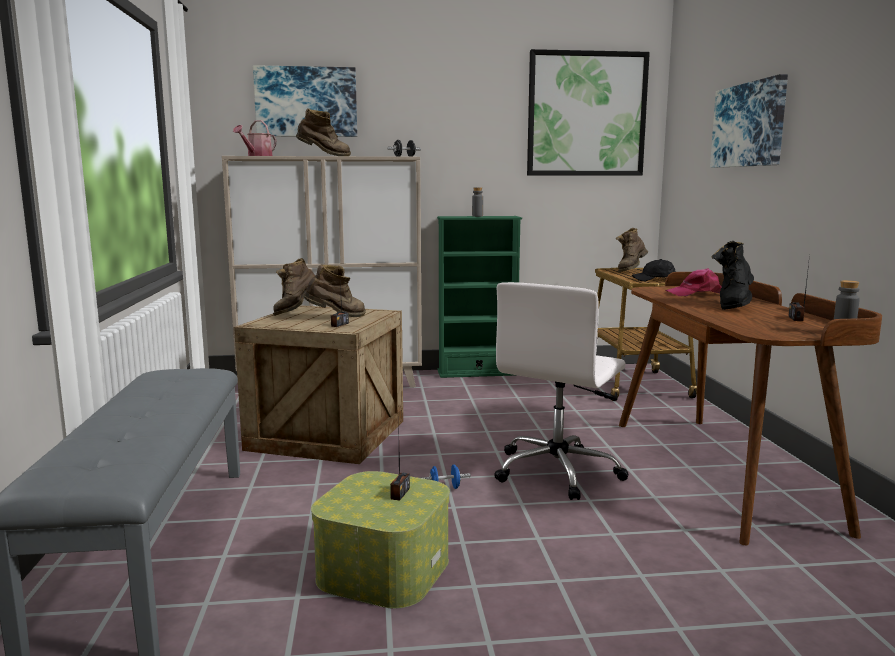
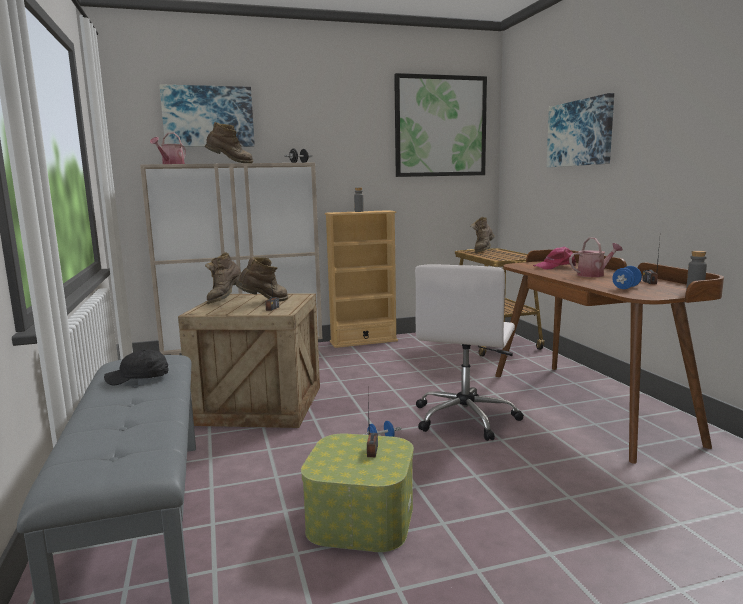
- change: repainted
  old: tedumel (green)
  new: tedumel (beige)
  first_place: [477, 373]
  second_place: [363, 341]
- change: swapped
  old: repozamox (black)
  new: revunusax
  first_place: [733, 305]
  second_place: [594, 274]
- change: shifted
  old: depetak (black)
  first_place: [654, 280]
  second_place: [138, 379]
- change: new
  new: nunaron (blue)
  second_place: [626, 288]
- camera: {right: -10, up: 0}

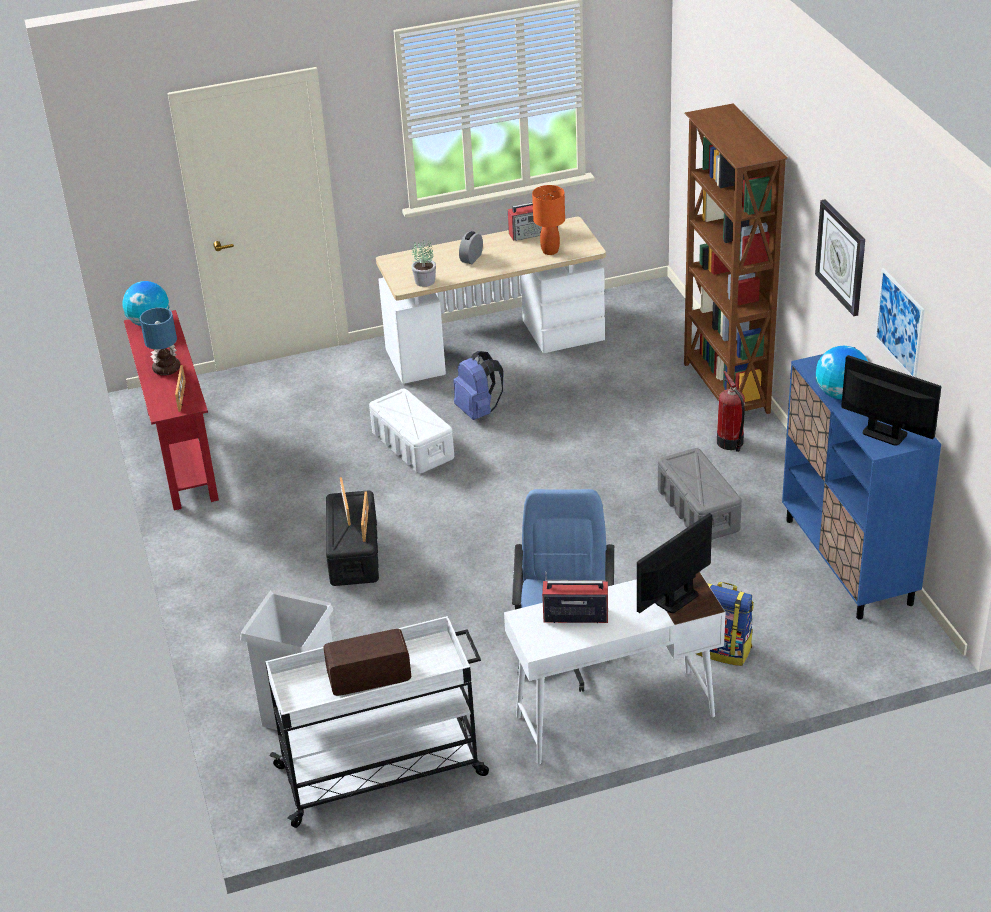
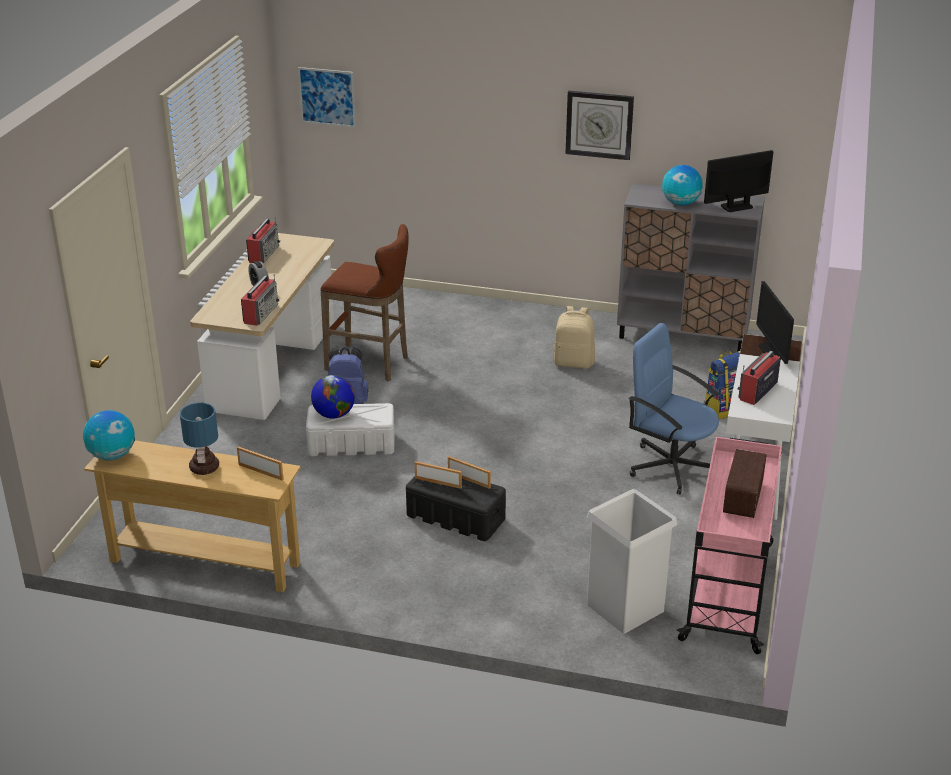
- change: gone
  old: tedumel (brown)
  first_place: [725, 389]
- change: gone
  old: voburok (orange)
  first_place: [550, 251]
- change: swapped
  old: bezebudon
  new: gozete
  first_place: [425, 281]
  second_place: [261, 313]
- change: shifted
  old: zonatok
  first_place: [899, 323]
  second_place: [327, 97]
- change: repainted
  old: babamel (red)
  new: babamel (beige)
  first_place: [181, 454]
  second_place: [204, 563]
- change: repainted
  old: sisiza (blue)
  new: sisiza (grey)
  first_place: [848, 561]
  second_place: [683, 335]
- change: gone
  old: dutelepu
  first_place: [731, 443]
- change: swapped
  old: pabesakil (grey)
  new: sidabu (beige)
  first_place: [698, 510]
  second_place: [574, 363]
- change: repainted
  old: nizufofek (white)
  new: nizufofek (pink)
  first_place: [383, 770]
  second_place: [728, 589]
- change: new
  new: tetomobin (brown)
  second_place: [371, 364]
- change: new
  new: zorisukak
  second_place: [334, 414]
- camera: {right: -60, up: -5}

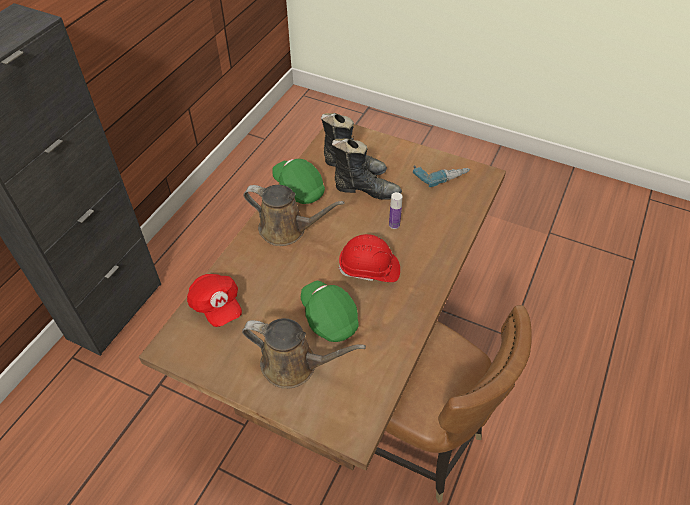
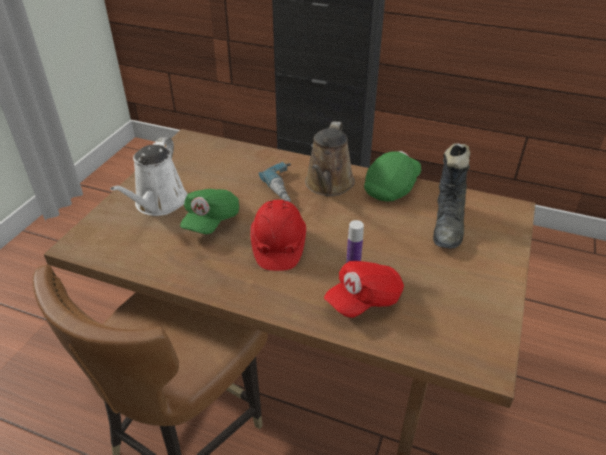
- change: gone
  old: repozamox (black)
  first_place: [366, 190]
- change: shifted
  old: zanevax
  first_place: [440, 175]
  second_place: [286, 188]
- change: shifted
  old: depetak (red)
  first_place: [217, 306]
  second_place: [364, 299]
- change: rotated
  old: depetak (green)
  first_place: [329, 318]
  second_place: [211, 221]
  degrees: 150
- change: repainted
  old: revunusax (brown)
  new: revunusax (white)
  first_place: [294, 365]
  second_place: [159, 203]
- camera: {right: 85, up: -10}

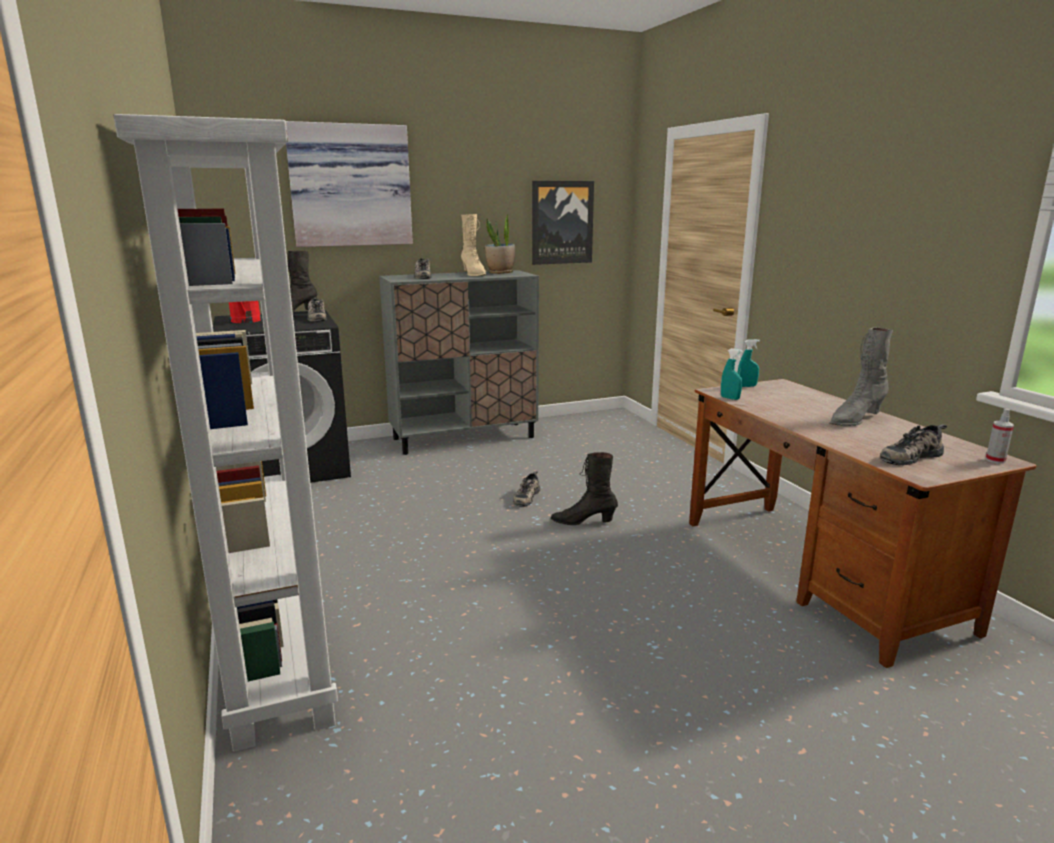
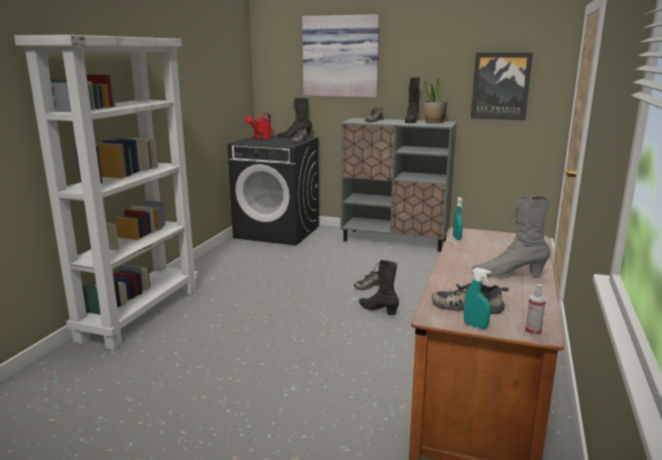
- change: repainted
  old: repozamox (beige)
  new: repozamox (black)
  first_place: [473, 274]
  second_place: [411, 122]
- change: shifted
  old: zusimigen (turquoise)
  first_place: [746, 386]
  second_place: [475, 325]
- camera: {right: 40, up: 0}

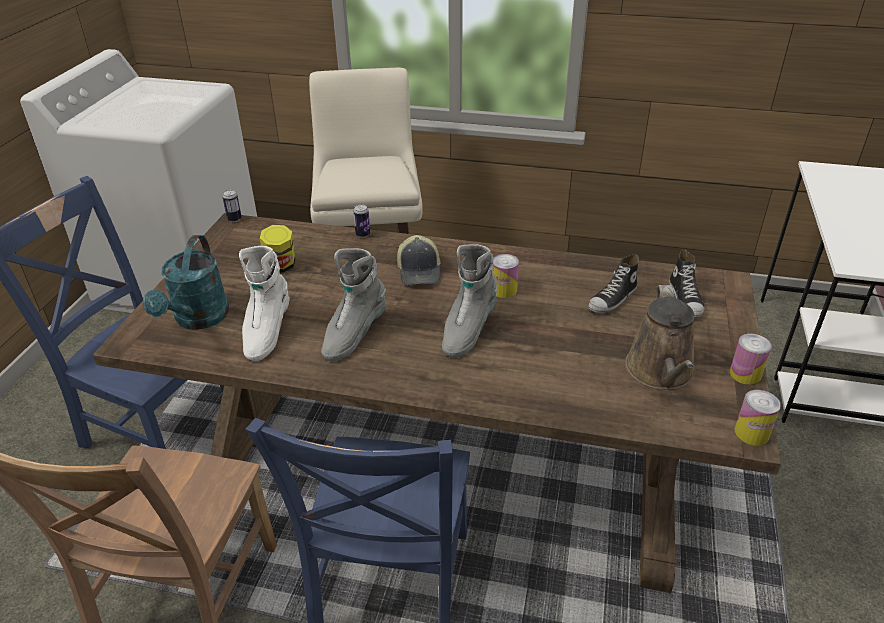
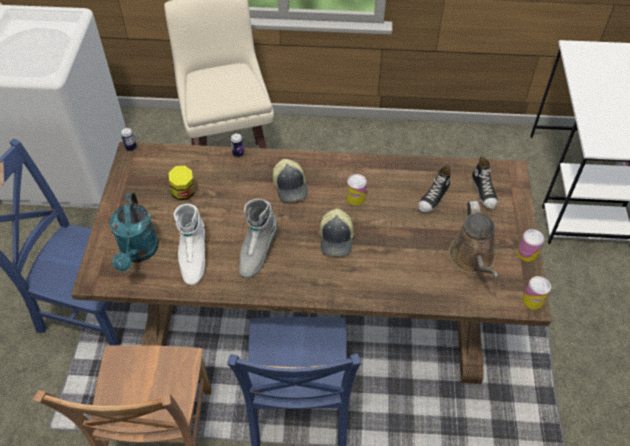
- change: swapped
  old: repozamox (grey)
  new: depetak
  first_place: [467, 331]
  second_place: [337, 239]
- camera: {right: -10, up: 15}

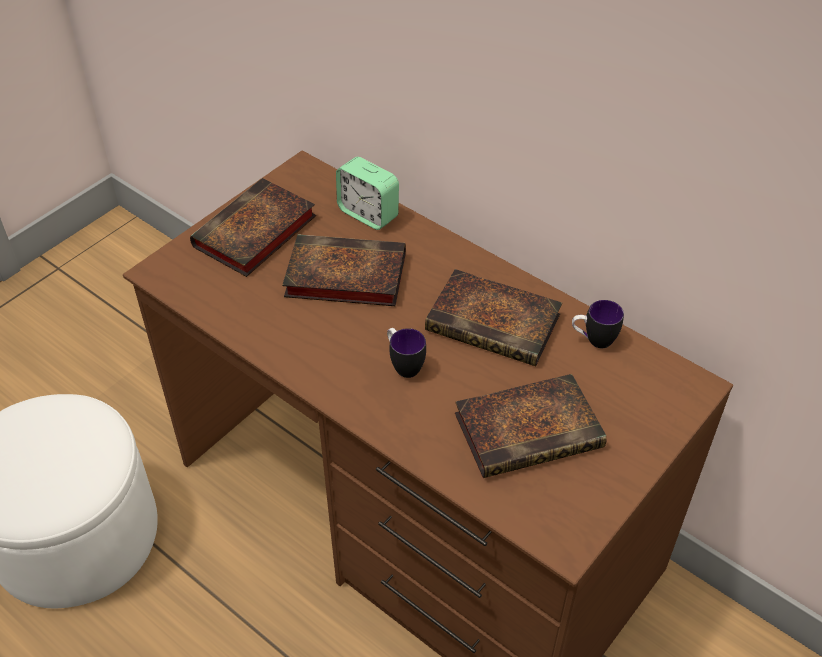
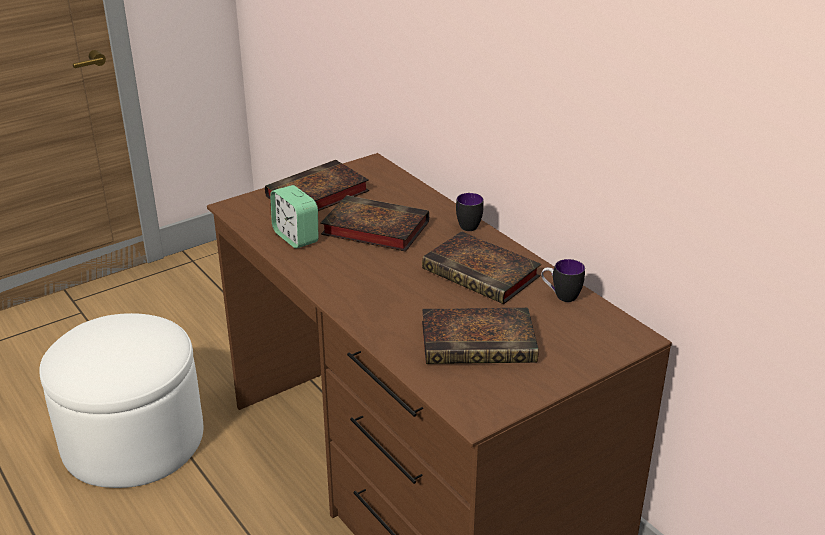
- change: shifted
  old: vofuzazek
  first_place: [368, 214]
  second_place: [296, 237]
- change: shifted
  old: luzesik
  first_place: [403, 365]
  second_place: [466, 224]
- camera: {right: 15, up: -15}

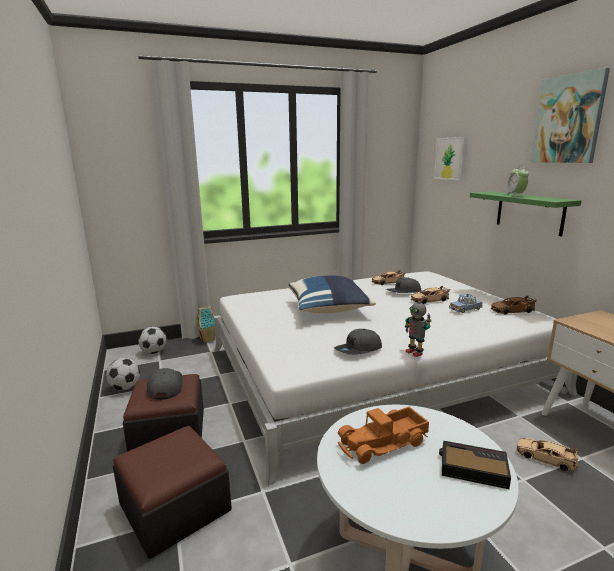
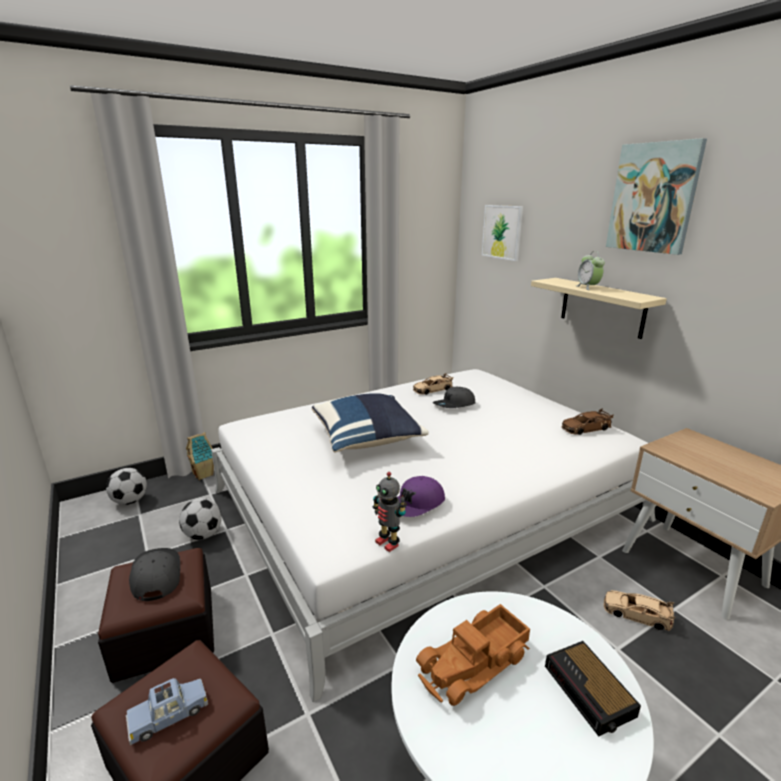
- change: repainted
  old: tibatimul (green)
  new: tibatimul (beige)
  first_place: [529, 212]
  second_place: [602, 307]
- change: gone
  old: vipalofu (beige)
  first_place: [429, 300]
- change: shifted
  old: vipalofu (blue)
  first_place: [465, 309]
  second_place: [169, 715]
- change: shifted
  old: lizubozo
  first_place: [415, 352]
  second_place: [388, 543]
- change: repainted
  old: depetak (grey)
  new: depetak (purple)
  first_place: [358, 350]
  second_place: [416, 505]
- change: shifted
  old: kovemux
  first_place: [125, 387]
  second_place: [203, 534]
- change: rotated
  old: vofuzazek
  first_place: [471, 468]
  second_place: [590, 692]
  degrees: -120
- camera: {right: -10, up: 5}

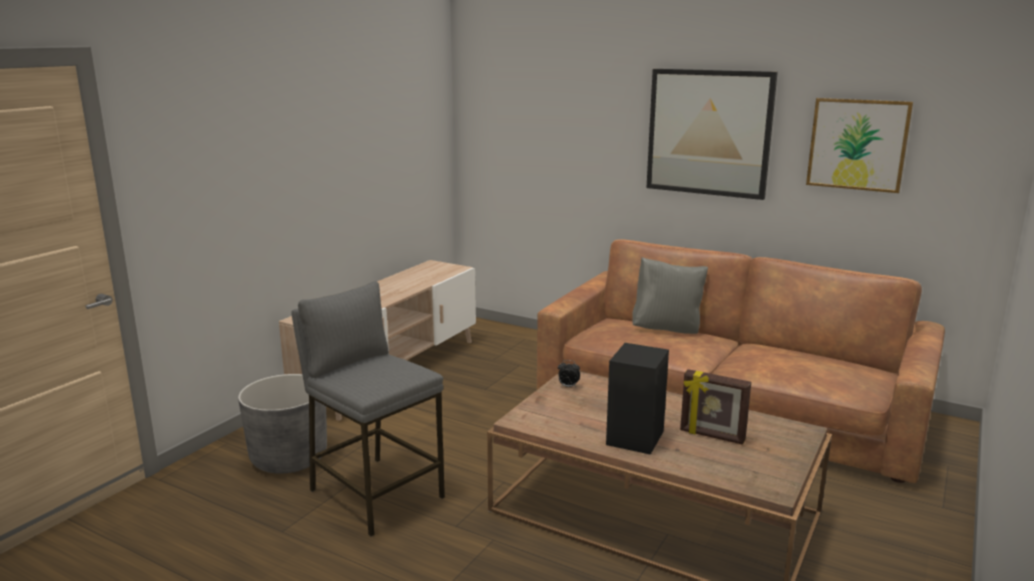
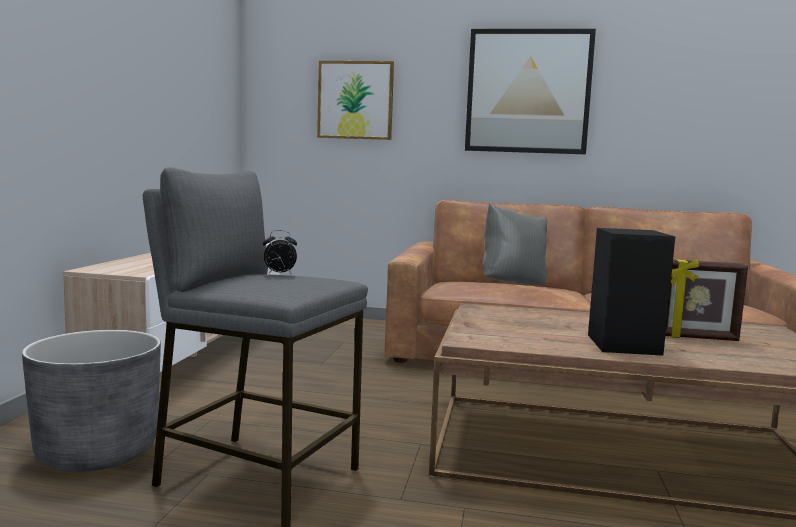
- change: shifted
  old: zonatok
  first_place: [857, 144]
  second_place: [355, 100]
- change: shifted
  old: vofuzazek
  first_place: [568, 387]
  second_place: [279, 274]
- camera: {right: -20, up: -10}

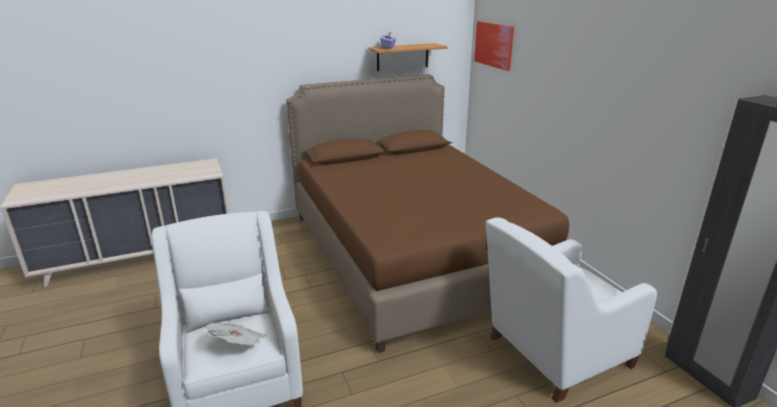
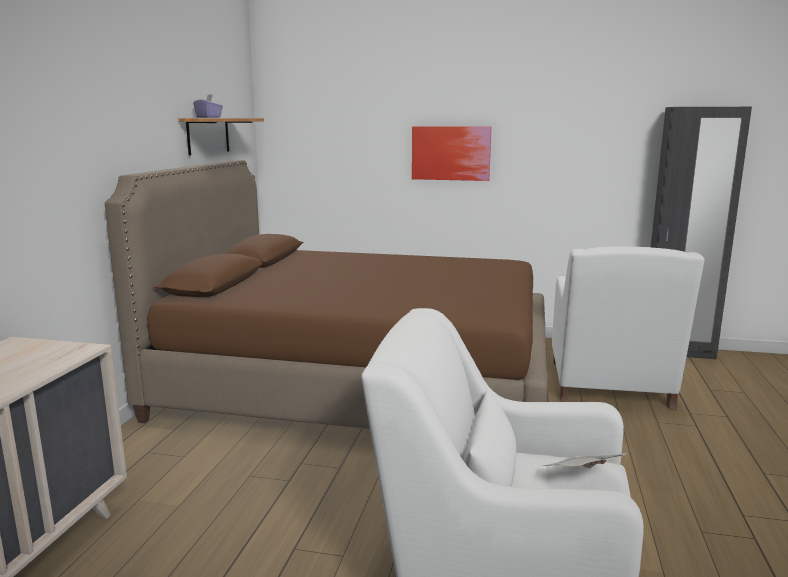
- change: shifted
  old: zonatok
  first_place: [494, 45]
  second_place: [451, 153]
- camera: {right: -55, up: -10}

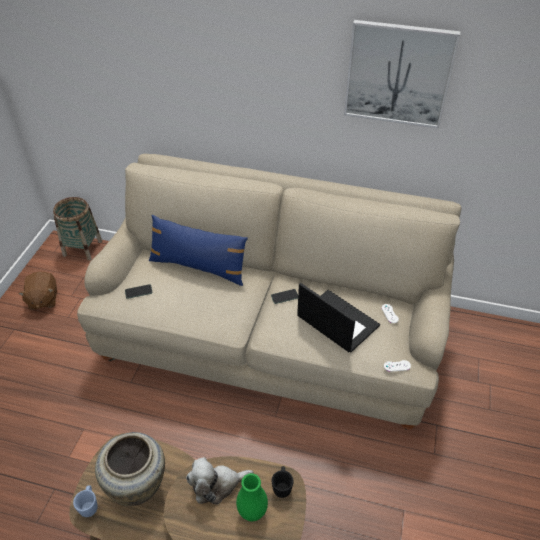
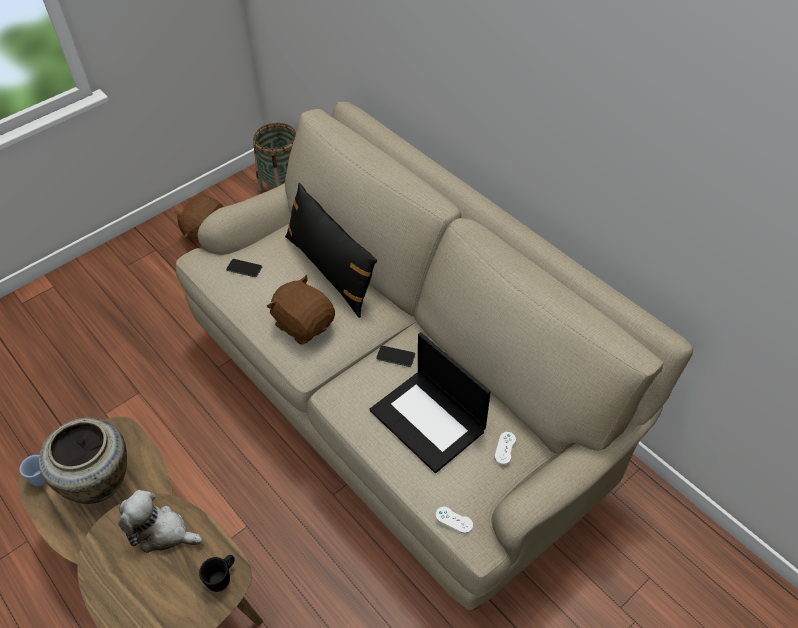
- change: gone
  old: zonatok
  first_place: [398, 74]
- change: repainted
  old: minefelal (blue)
  new: minefelal (black)
  first_place: [198, 267]
  second_place: [331, 270]
- change: rotated
  old: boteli
  first_place: [336, 321]
  second_place: [429, 420]
  degrees: 150
- change: gone
  old: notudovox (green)
  first_place: [252, 512]
- change: new
  new: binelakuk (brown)
  second_place: [304, 324]
- camera: {right: 35, up: 5}

